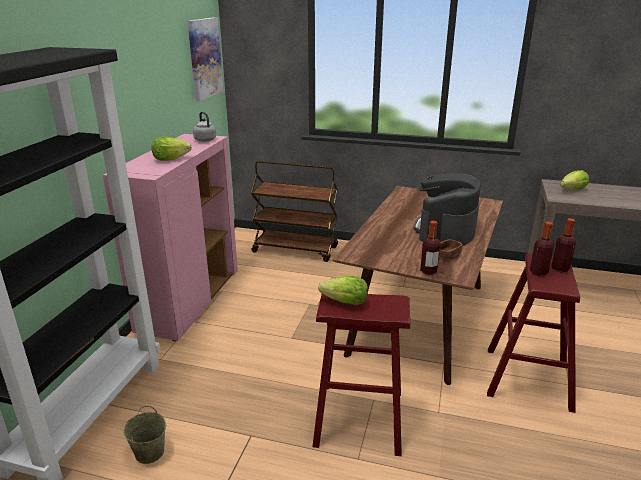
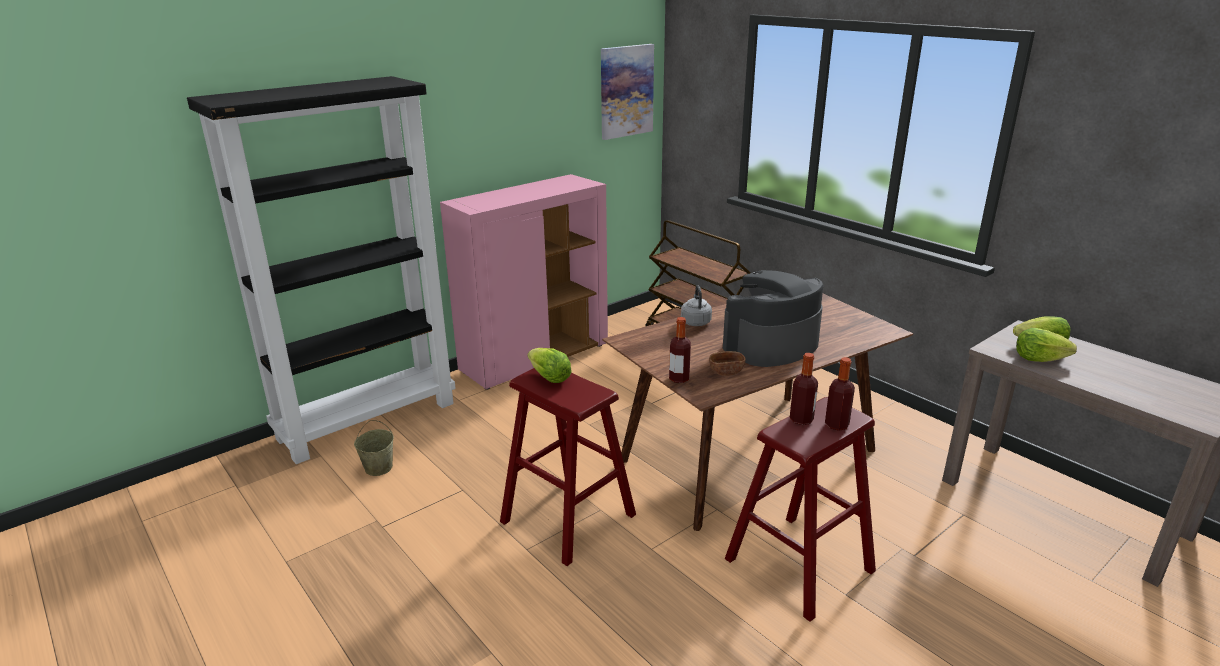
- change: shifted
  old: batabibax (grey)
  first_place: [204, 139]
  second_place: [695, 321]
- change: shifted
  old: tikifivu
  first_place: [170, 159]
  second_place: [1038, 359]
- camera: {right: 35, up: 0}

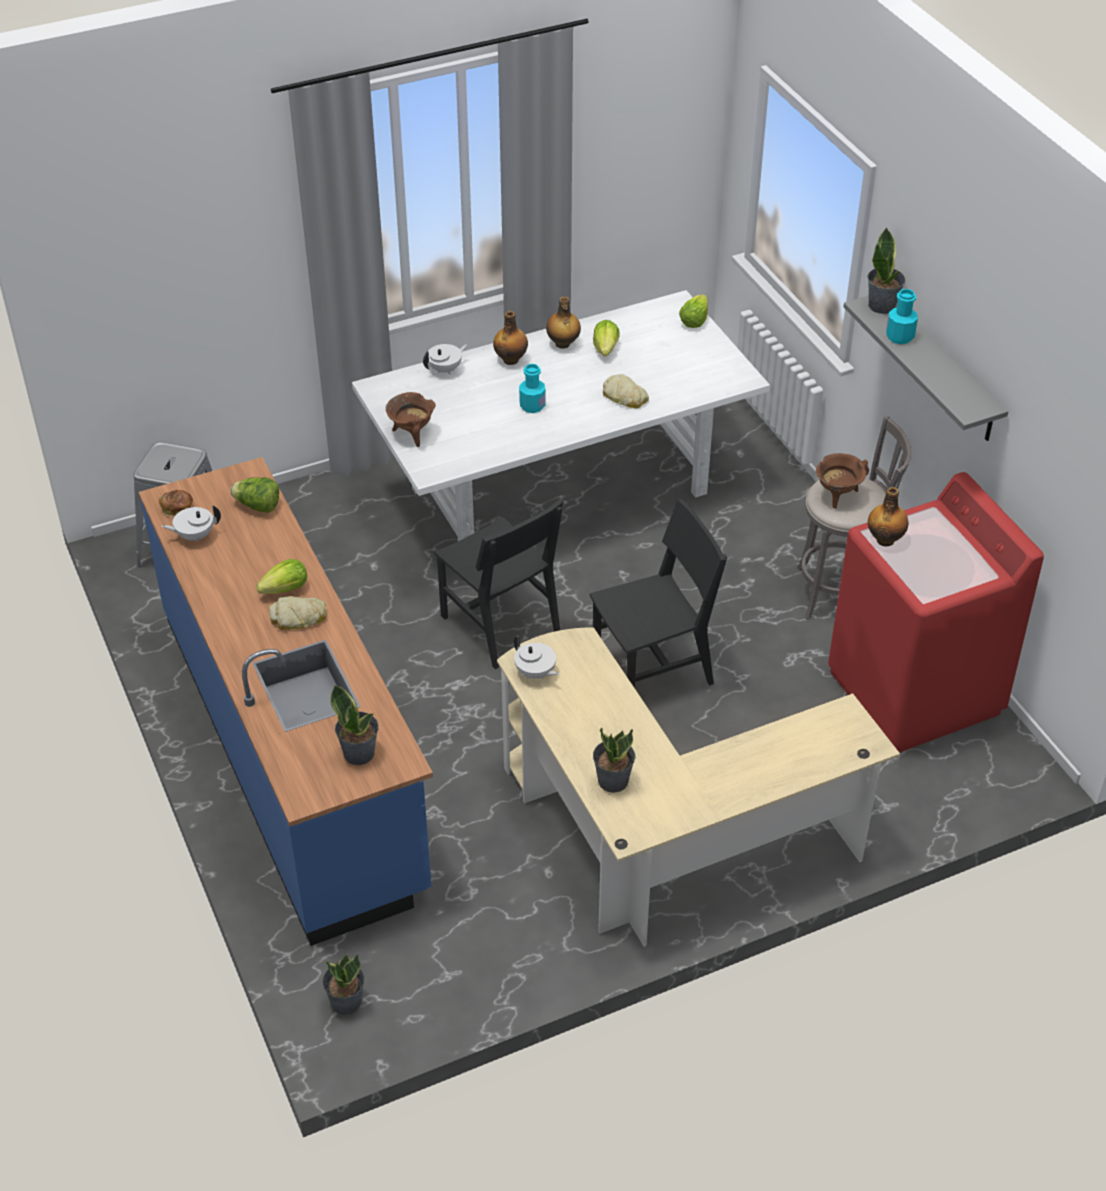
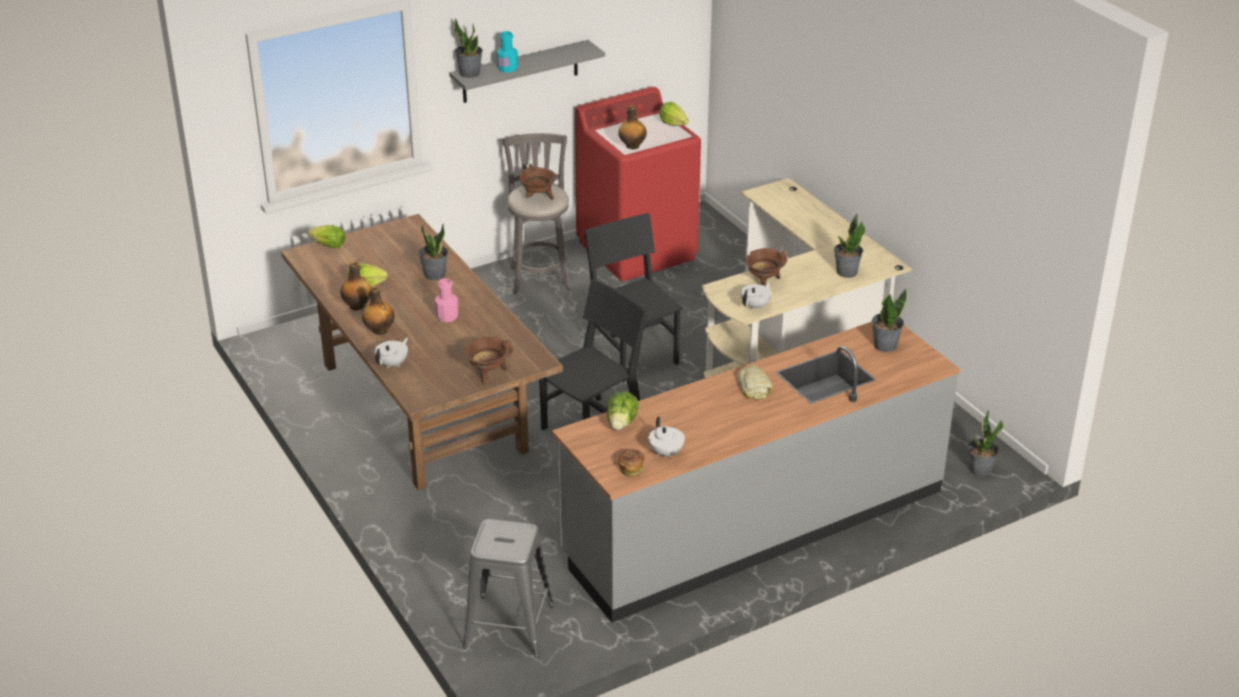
- change: repainted
  old: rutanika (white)
  new: rutanika (brown)
  first_place: [561, 490]
  second_place: [421, 406]
- change: rotated
  old: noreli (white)
  first_place: [445, 369]
  second_place: [393, 364]
  degrees: 75
- change: repainted
  old: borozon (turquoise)
  new: borozon (pink)
  first_place: [532, 406]
  second_place: [447, 316]
- change: swapped
  old: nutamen
  new: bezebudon
  first_place: [624, 397]
  second_place: [434, 274]
- change: repainted
  old: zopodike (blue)
  new: zopodike (grey)
  first_place: [293, 750]
  second_place: [753, 523]
- change: shifted
  old: tikifivu
  first_place: [286, 589]
  second_place: [673, 124]
- change: new
  new: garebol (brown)
  second_place: [764, 282]
- camera: {right: -95, up: -10}

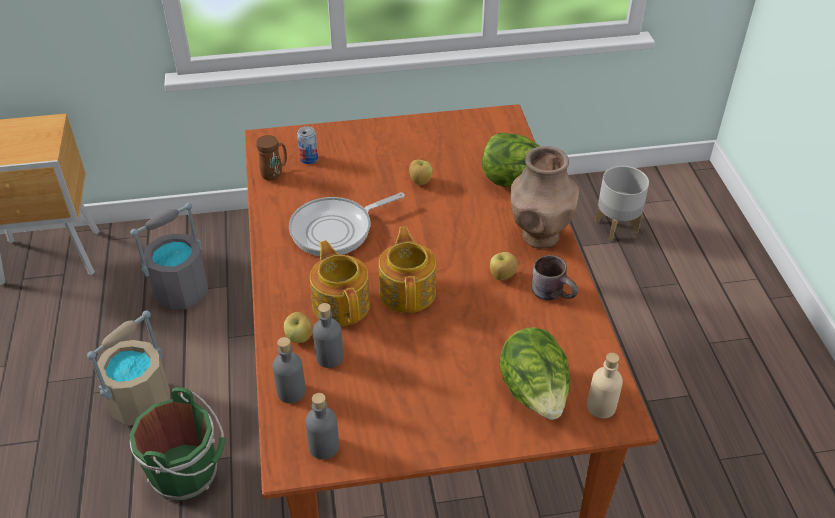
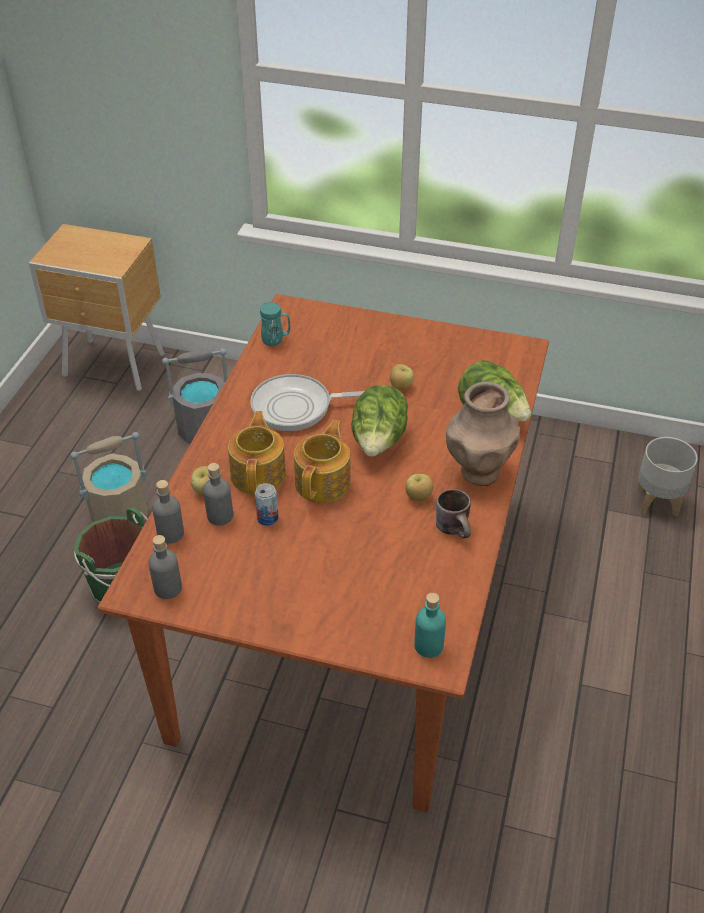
- change: shifted
  old: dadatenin
  first_place: [309, 159]
  second_place: [267, 518]
- change: repainted
  old: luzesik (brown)
  new: luzesik (turquoise)
  first_place: [275, 173]
  second_place: [276, 340]
- change: shifted
  old: tikifivu
  first_place: [534, 393]
  second_place: [379, 442]
- change: repainted
  old: borozon (beige)
  new: borozon (turquoise)
  first_place: [601, 407]
  second_place: [428, 646]
- camera: {right: 25, up: 0}

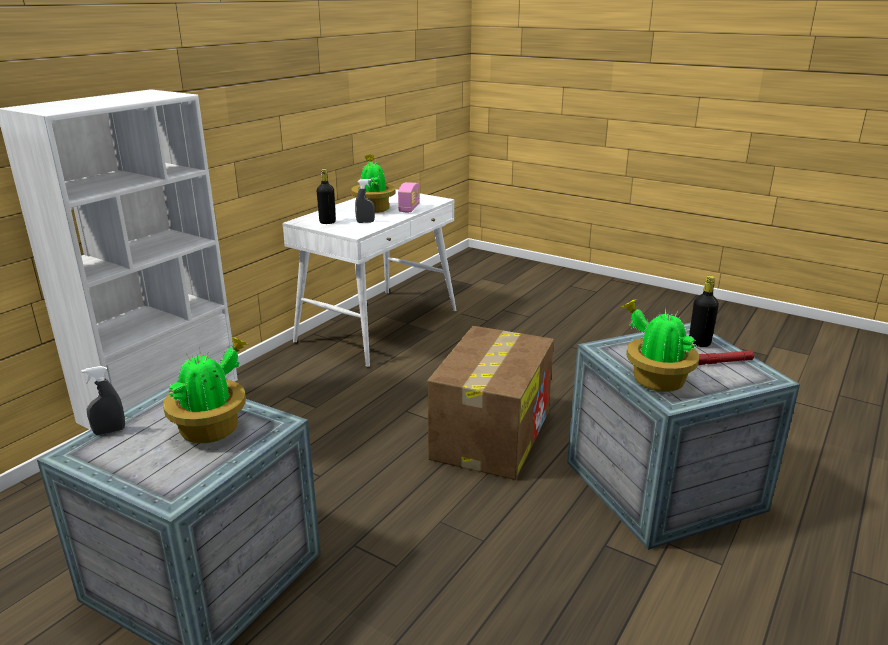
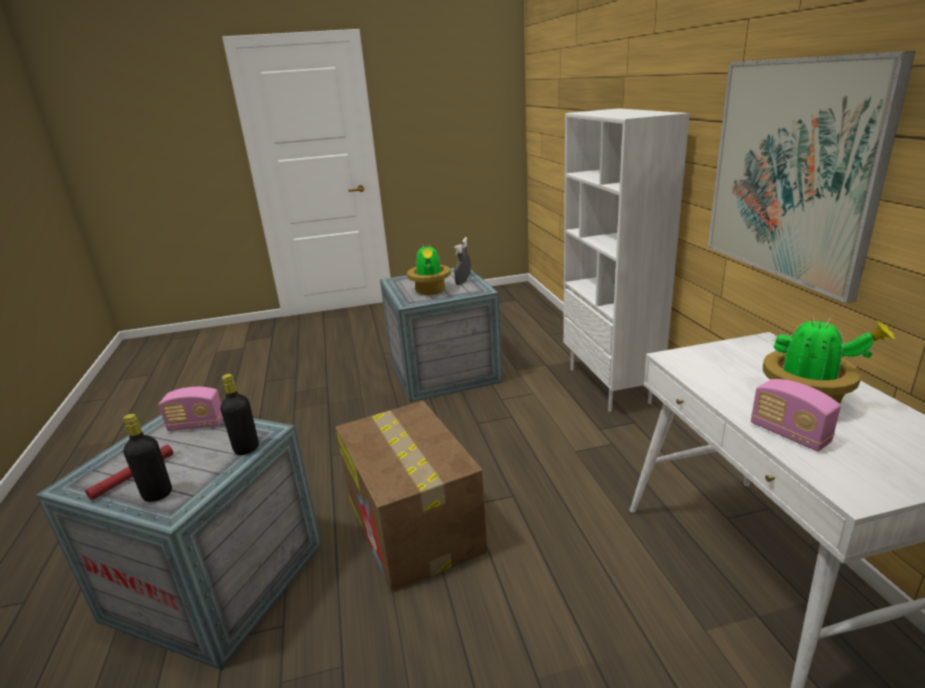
- change: shifted
  old: borozon (black)
  first_place: [327, 222]
  second_place: [246, 449]
- change: shifted
  old: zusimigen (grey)
  first_place: [365, 222]
  second_place: [461, 283]
- change: swapped
  old: bezebudon
  new: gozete
  first_place: [655, 380]
  second_place: [197, 425]
- change: new
  new: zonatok
  second_place: [791, 171]
- camera: {right: 135, up: 0}

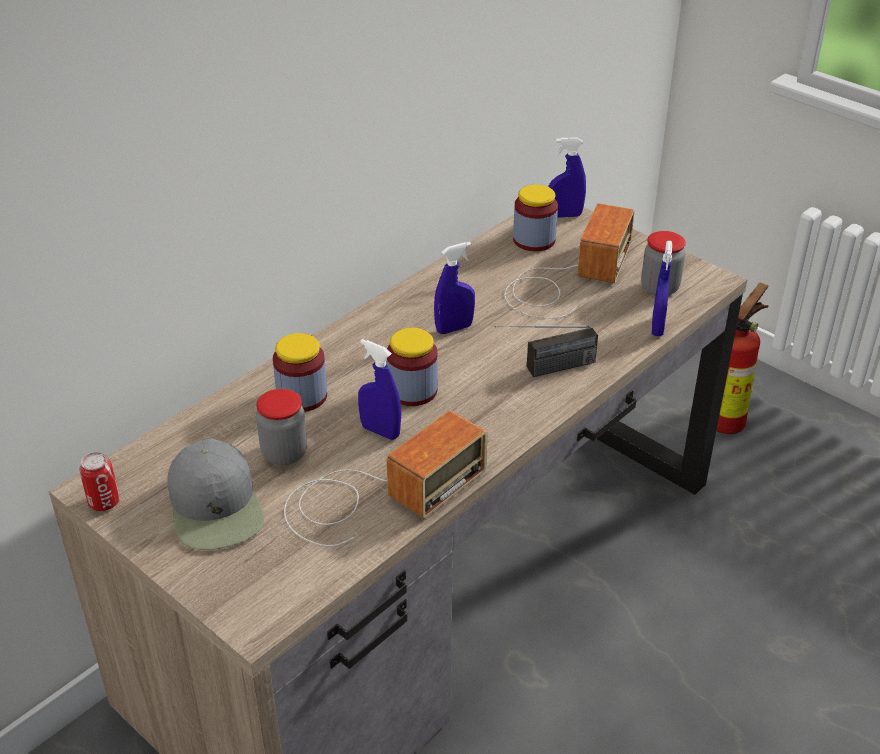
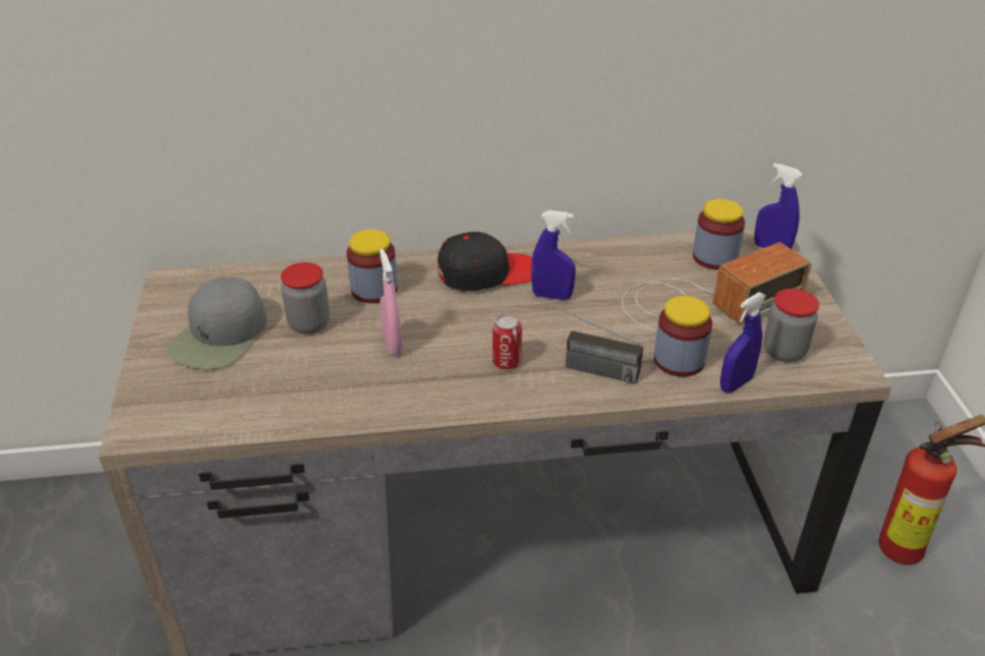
- change: shifted
  old: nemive
  first_place: [412, 390]
  second_place: [679, 360]
- change: repainted
  old: zusimigen (blue)
  new: zusimigen (pink)
  first_place: [380, 431]
  second_place: [393, 345]
- change: gone
  old: gozete
  first_place: [377, 495]
- change: shifted
  old: dadatenin
  first_place: [104, 502]
  second_place: [506, 362]
- change: new
  new: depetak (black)
  second_place: [485, 273]
- camera: {right: 40, up: 0}

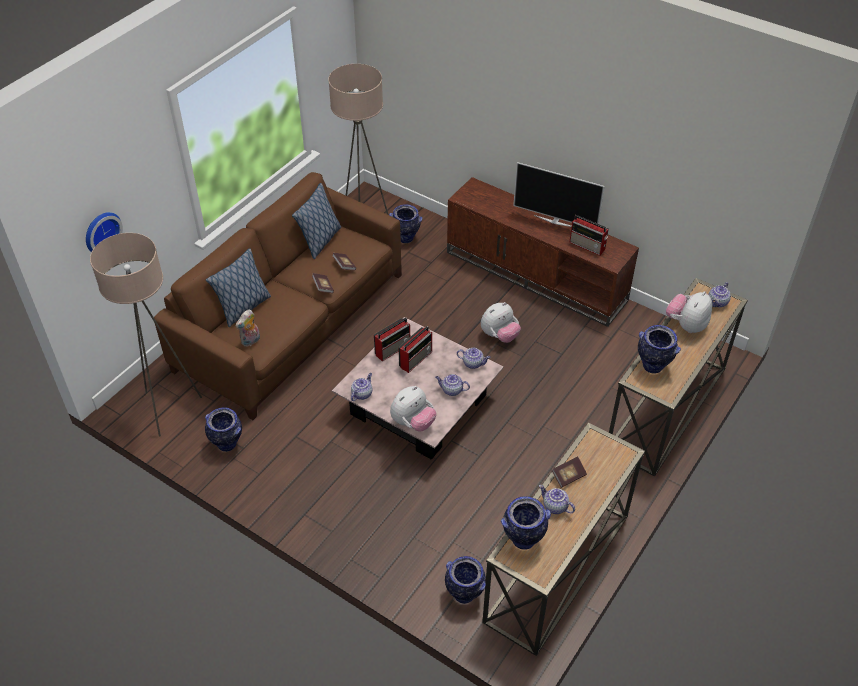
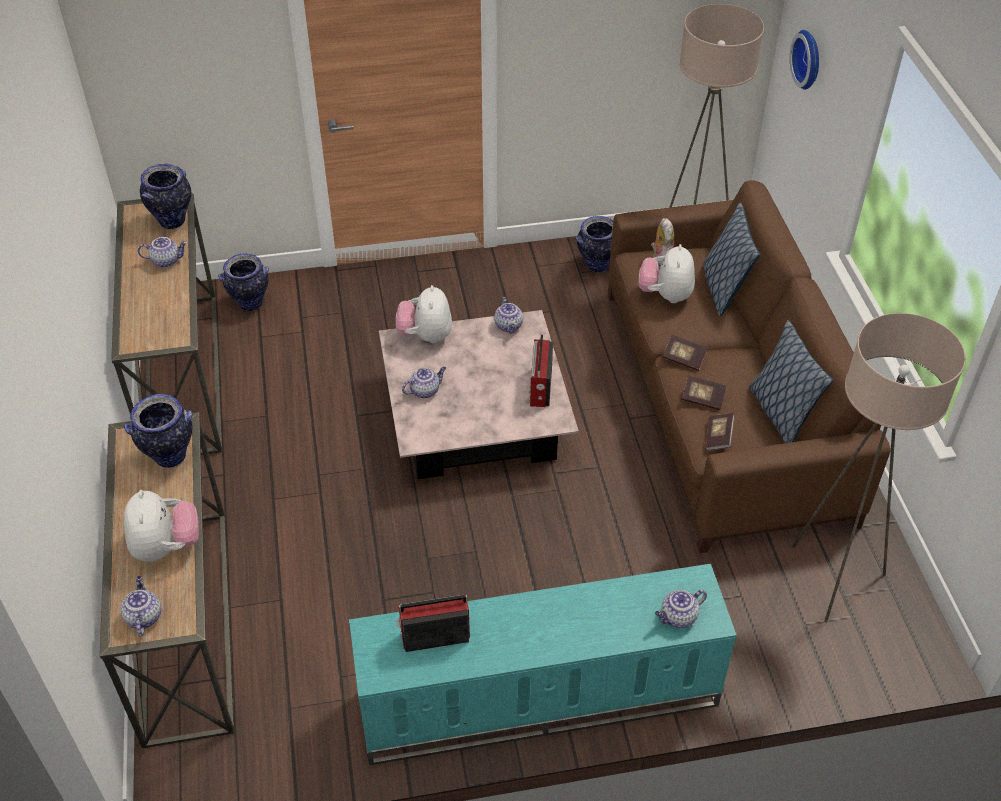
- change: gone
  old: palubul
  first_place: [555, 221]
- change: repainted
  old: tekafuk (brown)
  new: tekafuk (turquoise)
  first_place: [537, 276]
  second_place: [536, 700]
- change: gone
  old: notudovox
  first_place: [406, 238]
- change: shifted
  old: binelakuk
  first_place: [499, 335]
  second_place: [665, 295]
- change: gone
  old: gozete
  first_place: [416, 358]
- change: shifted
  old: noreli
  first_place: [473, 363]
  second_place: [678, 617]
- change: shifted
  old: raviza
  first_place: [568, 476]
  second_place: [718, 437]
- camera: {right: 135, up: 0}

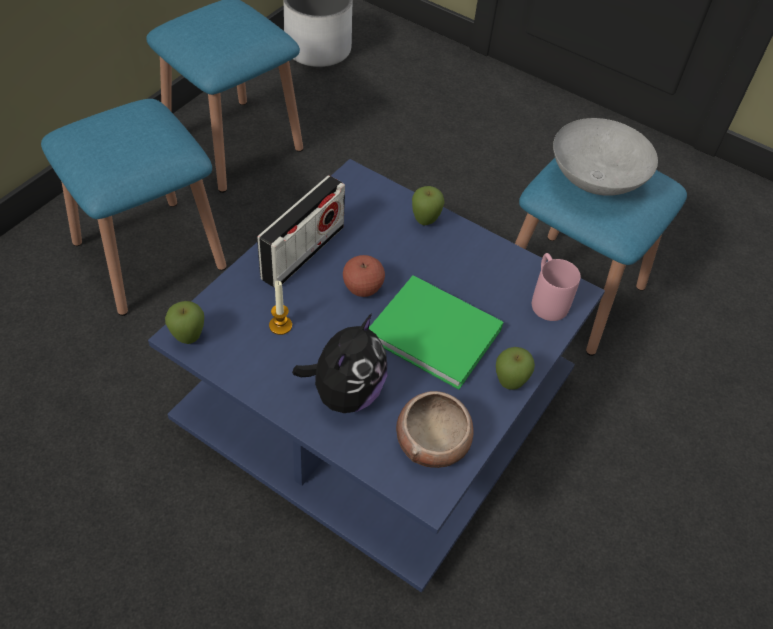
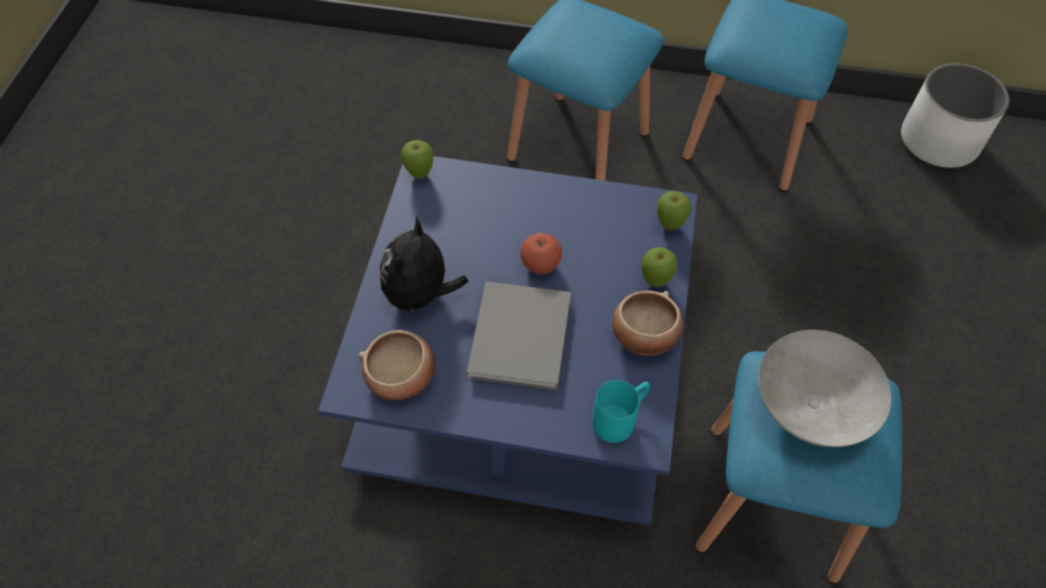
- change: gone
  old: gozete
  first_place: [303, 252]
- change: repainted
  old: luzesik (pink)
  new: luzesik (turquoise)
  first_place: [546, 299]
  second_place: [620, 418]
- change: repainted
  old: raviza (green)
  new: raviza (grey)
  first_place: [437, 335]
  second_place: [519, 341]
- change: gone
  old: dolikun
  first_place: [280, 325]
- change: rotated
  old: binelakuk
  first_place: [345, 393]
  second_place: [420, 296]
  degrees: 105
- change: shifted
  old: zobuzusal
  first_place: [509, 384]
  second_place: [669, 225]
- change: new
  new: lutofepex
  second_place: [644, 336]
- camera: {right: 70, up: 5}

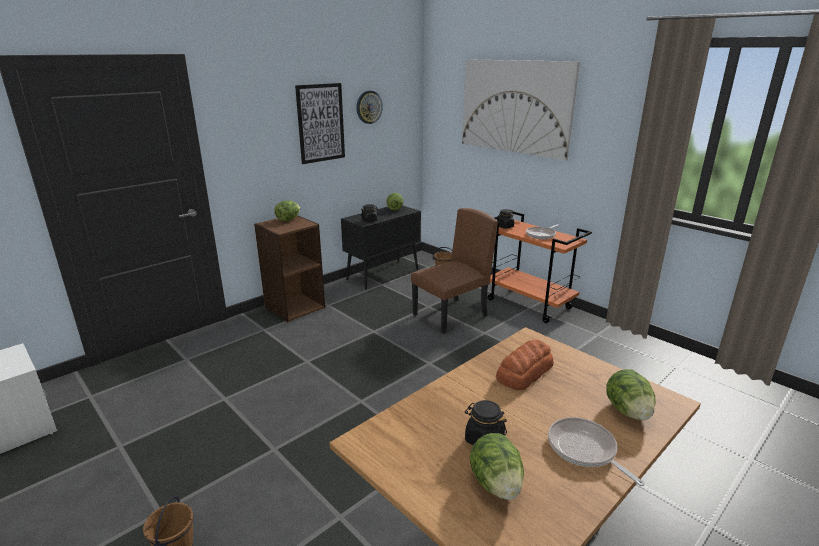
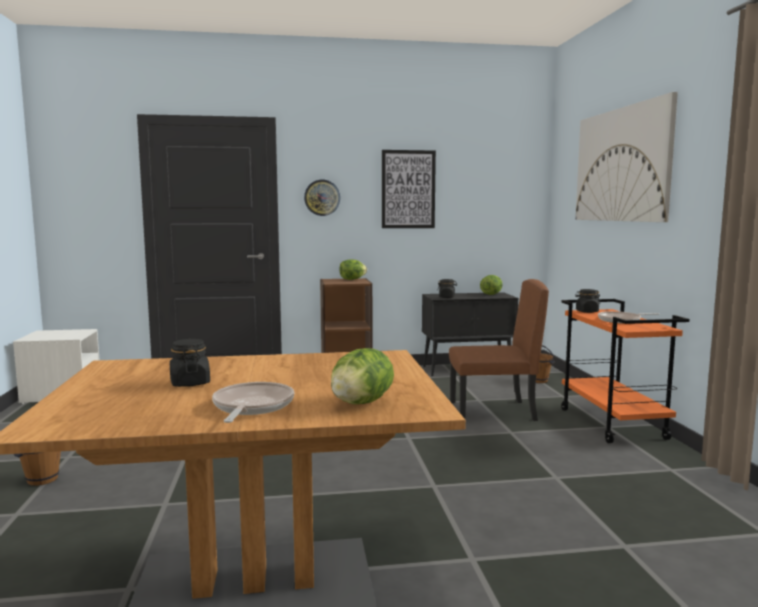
- change: shifted
  old: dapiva
  first_place: [368, 107]
  second_place: [322, 197]
- change: gone
  old: nutamen
  first_place: [524, 372]
- change: gone
  old: tikifivu
  first_place: [496, 484]
- camera: {right: 35, up: -15}

